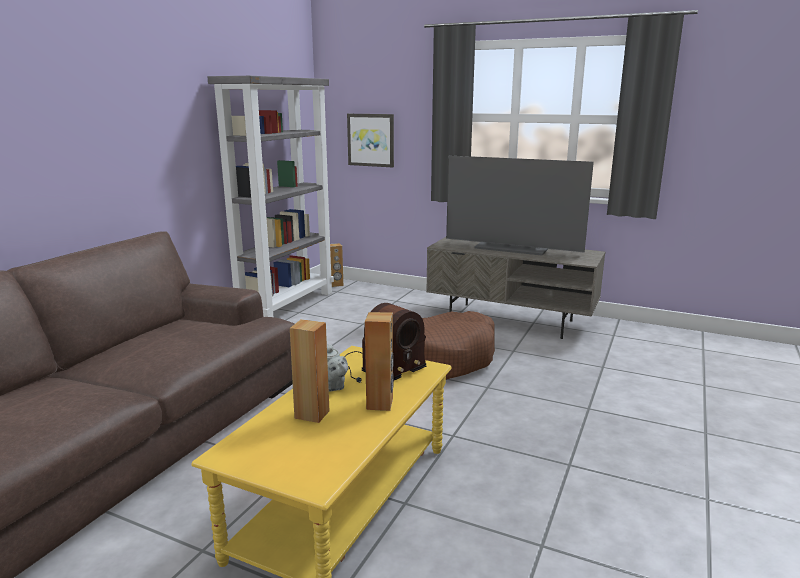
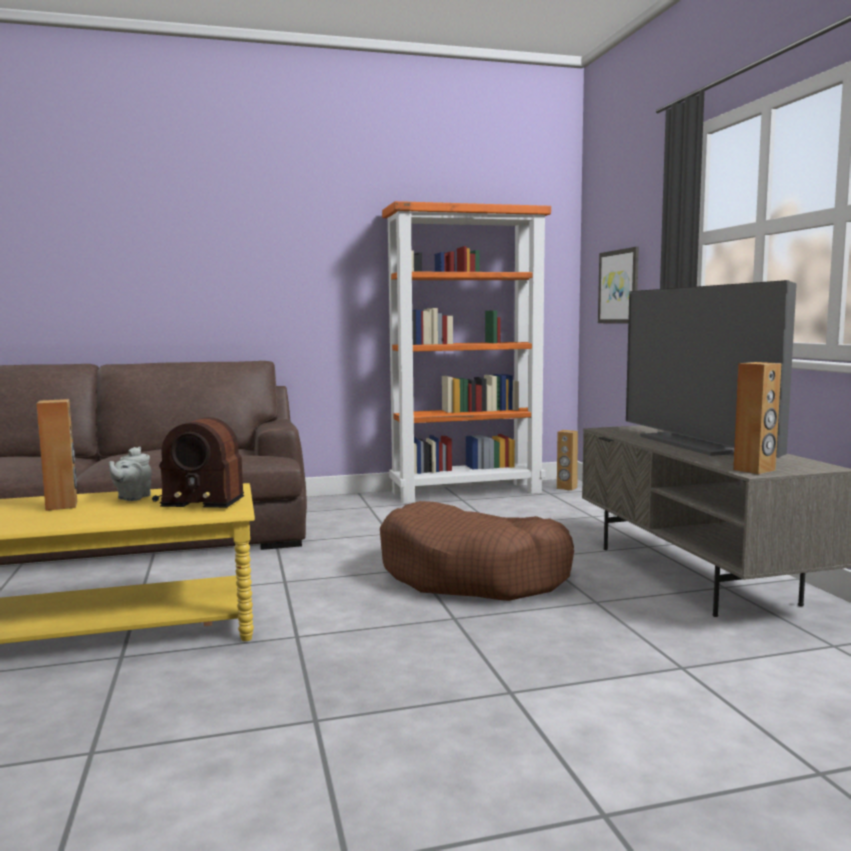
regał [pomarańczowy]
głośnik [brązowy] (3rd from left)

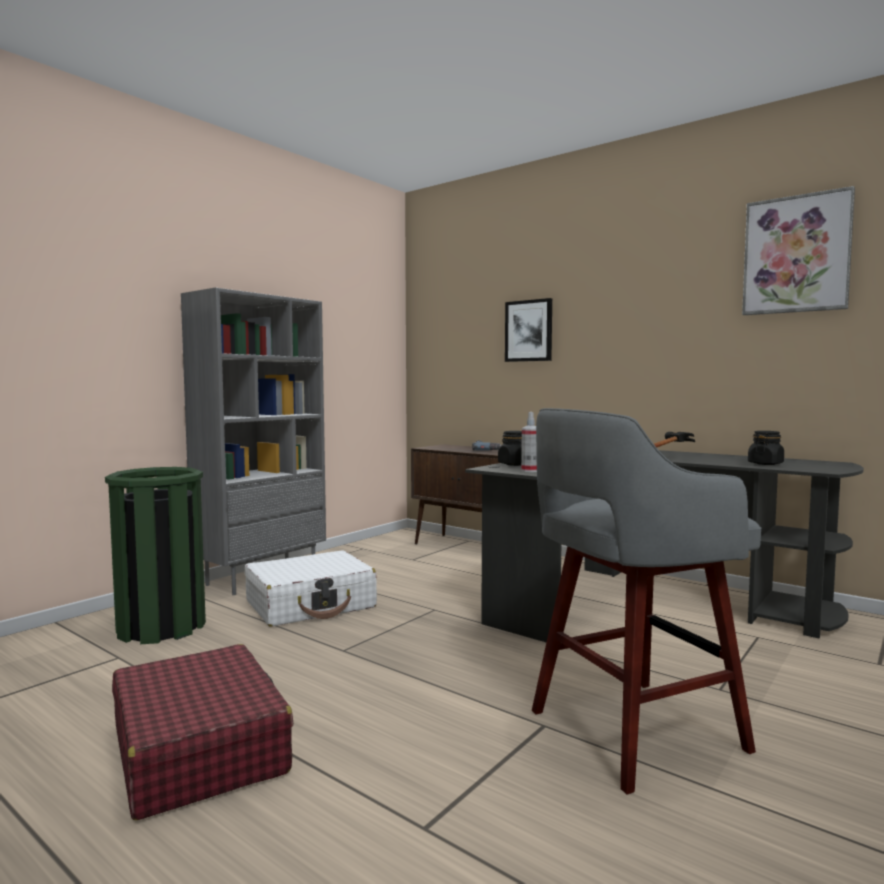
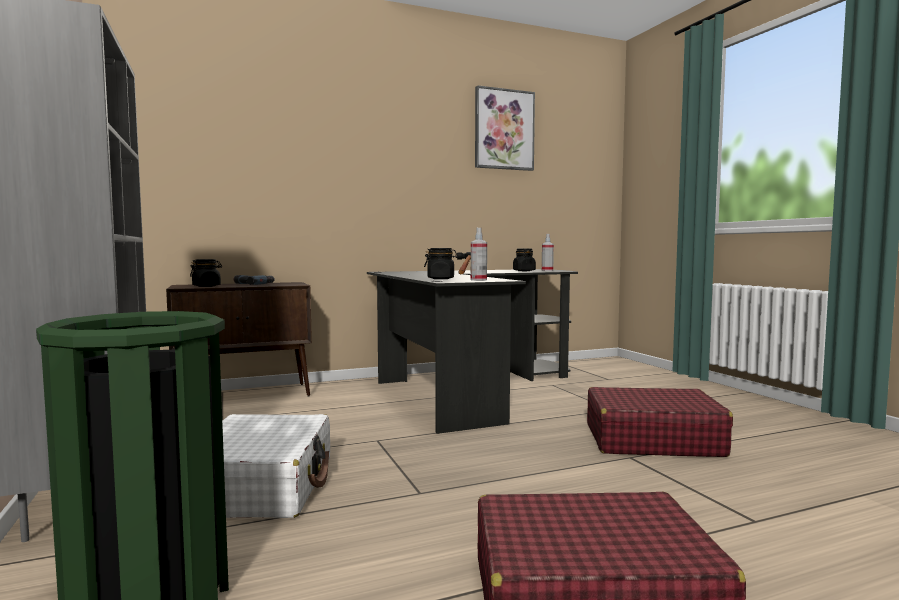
słoik [czarny] (1st from left)
spryskiwacz (2nd from left)
walizka [czerwony] (2nd from left)
obraz (1st from left in the first image)

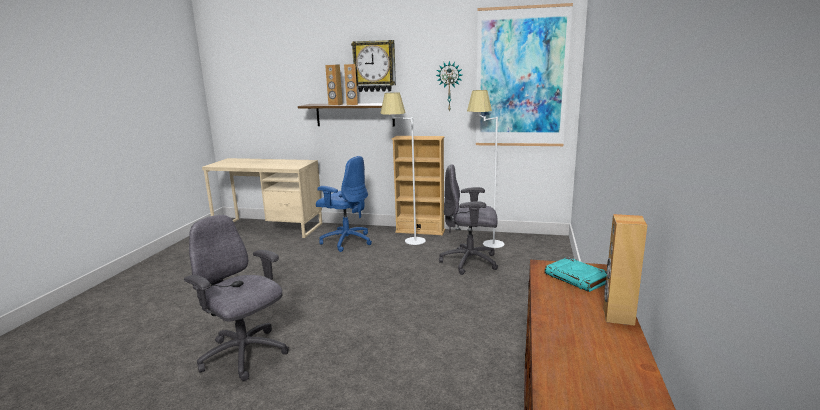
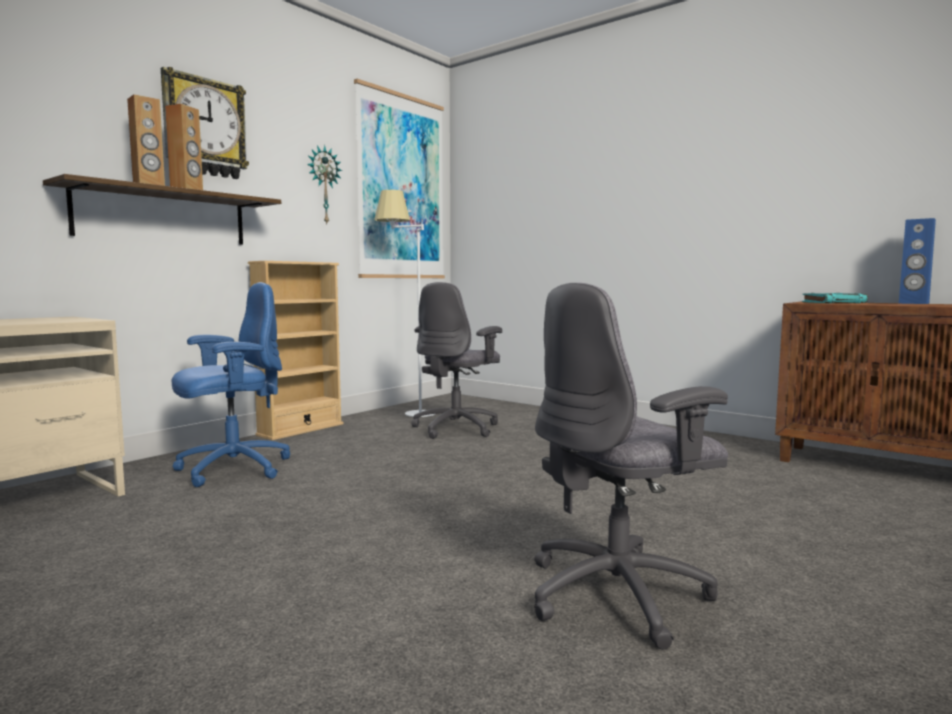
głośnik [niebieski]
lampa stojąca [biały] (1st from left in the first image)

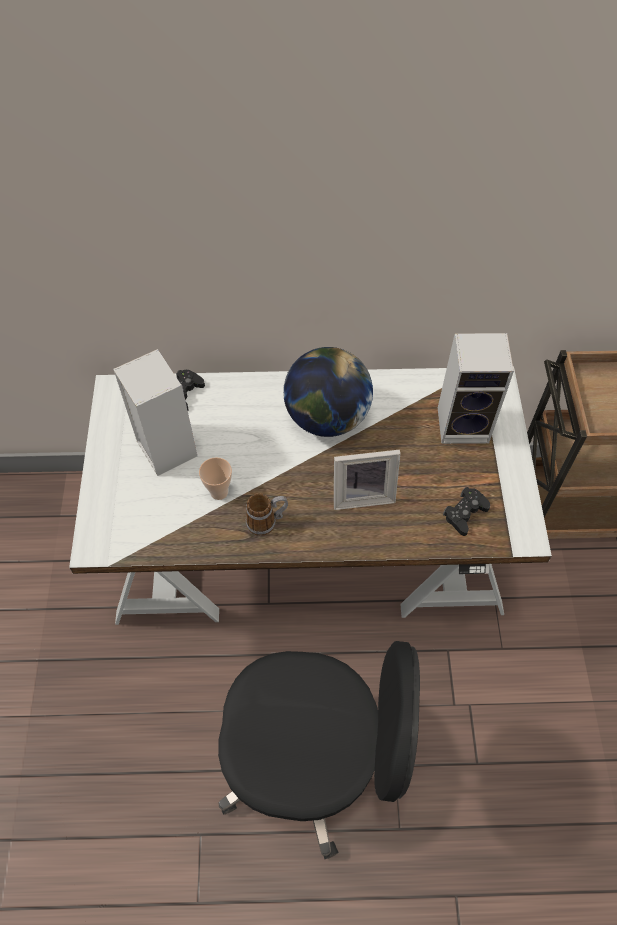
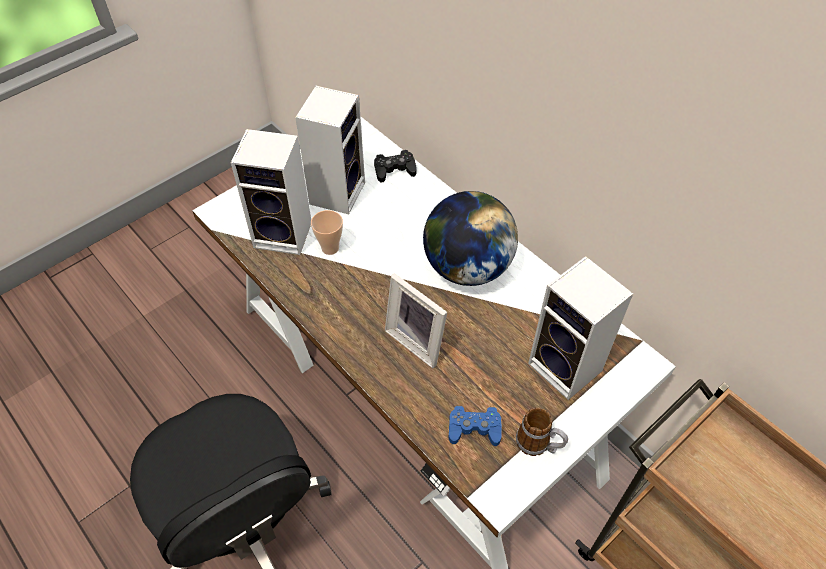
głośnik (1st from left)
pad do gier [niebieski]
kubek

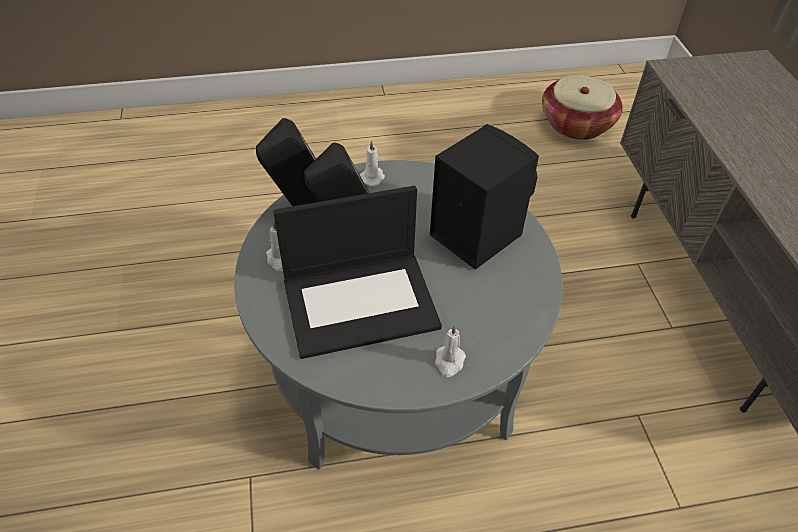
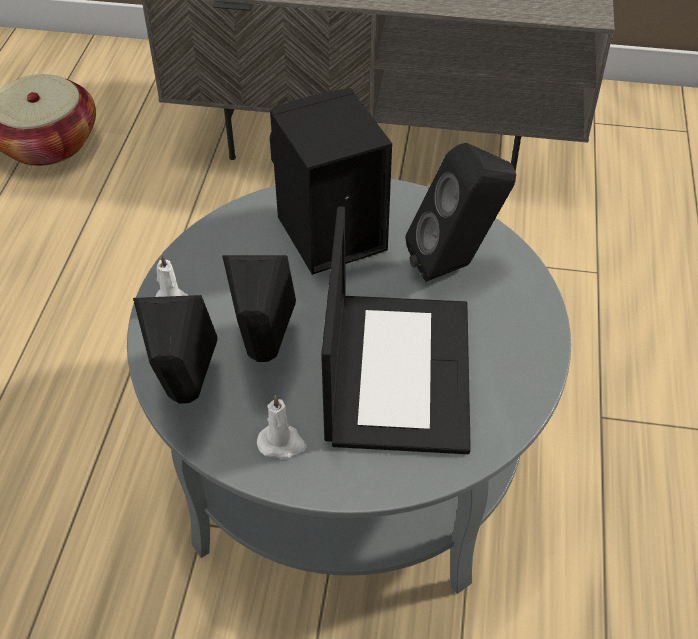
głośnik [czarny] (4th from left)
świeca [biały] (3rd from left in the first image)

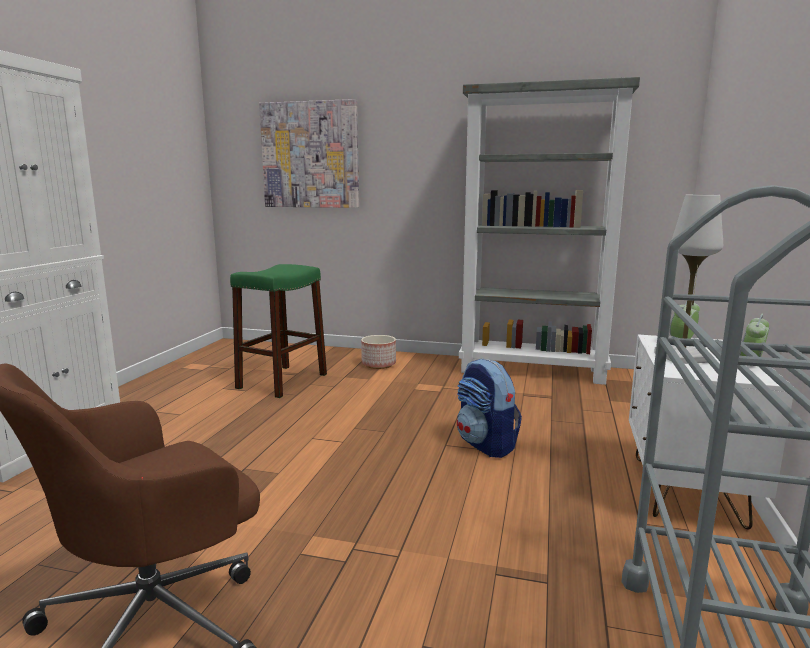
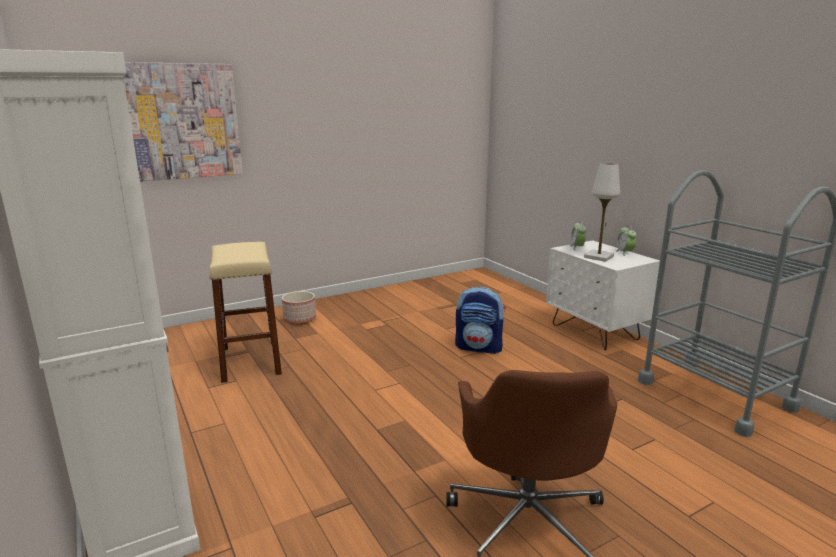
stołek [beżowy]
regał [szary]

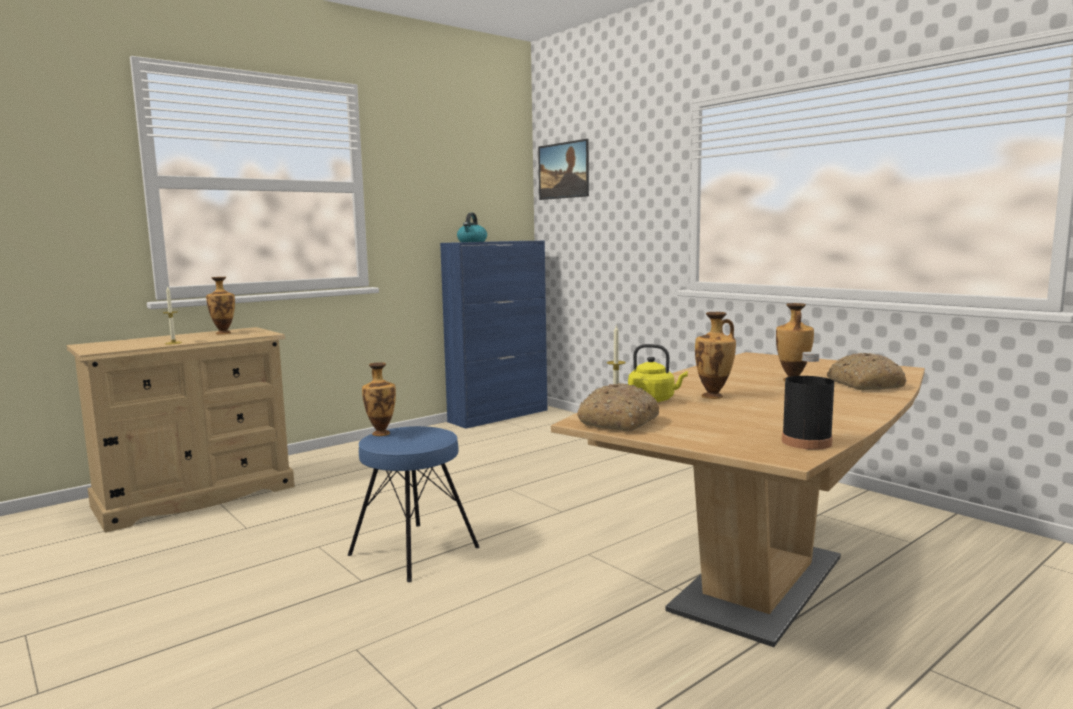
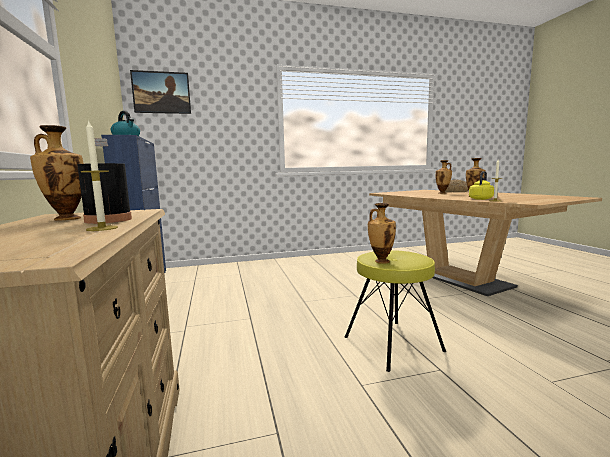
butelka [czarny]
stołek [żółty]
chleb (1st from left in the first image)

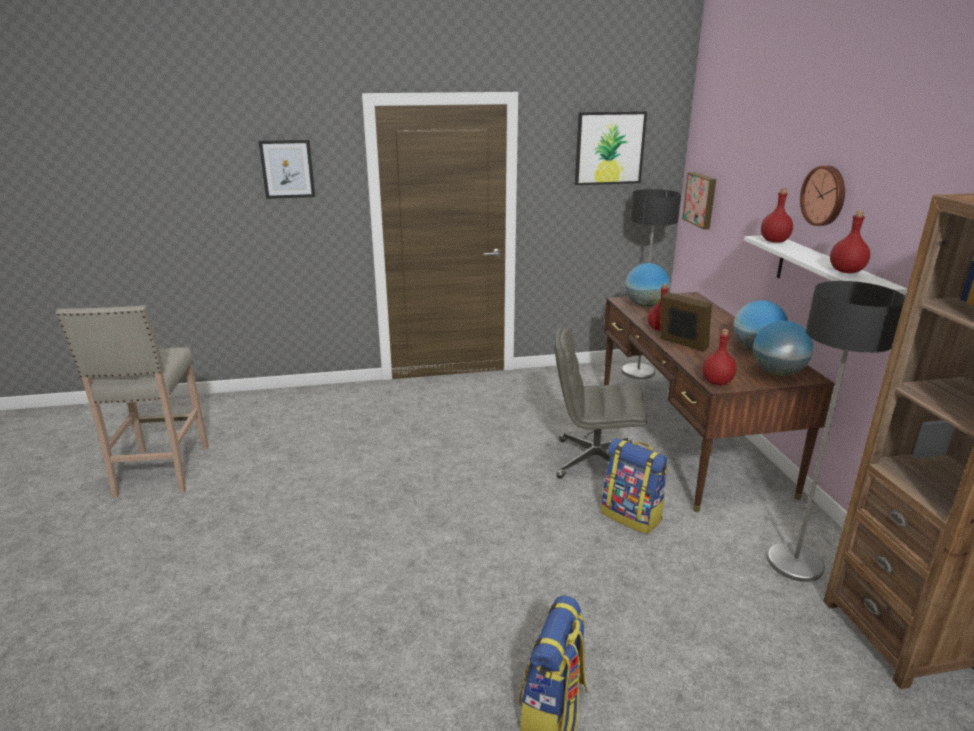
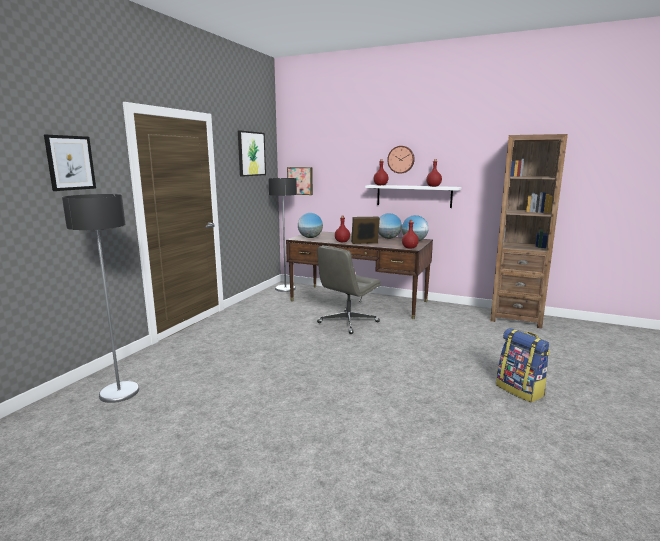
lampa stojąca (1st from left)
stołek [beżowy]
plecak (2nd from left in the first image)

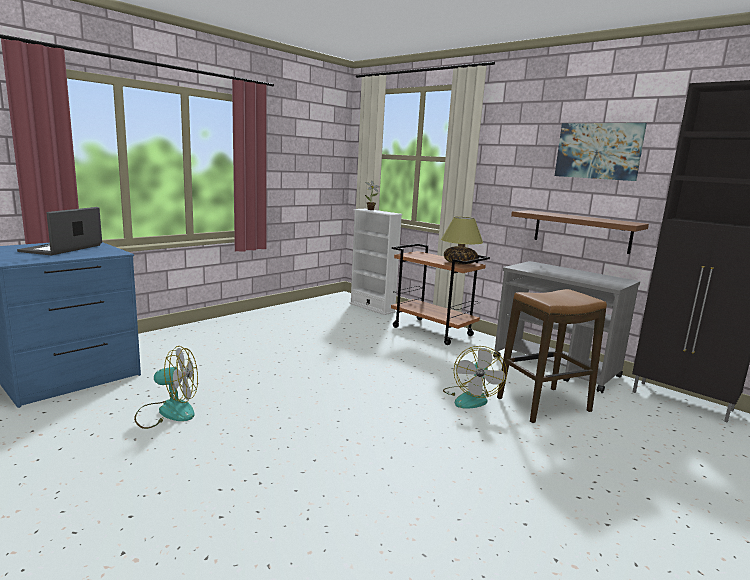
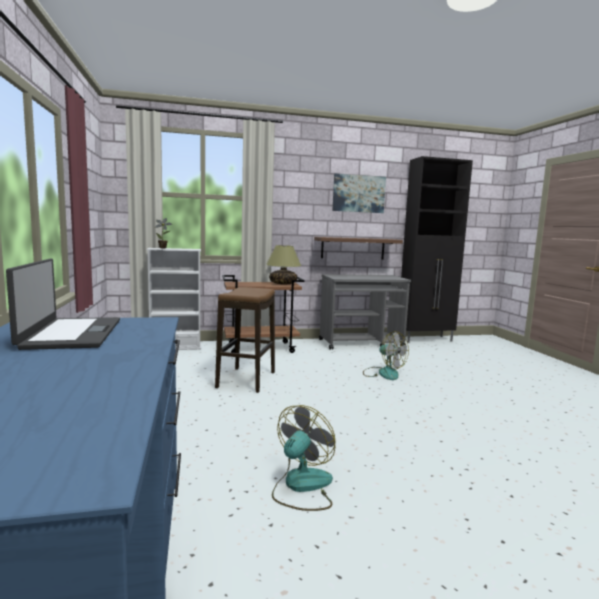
laptop
stołek

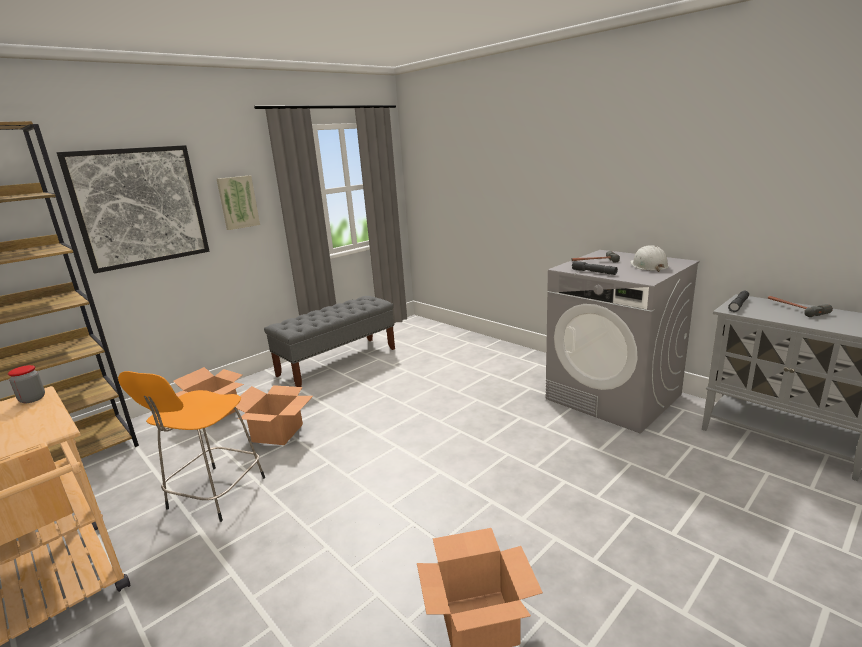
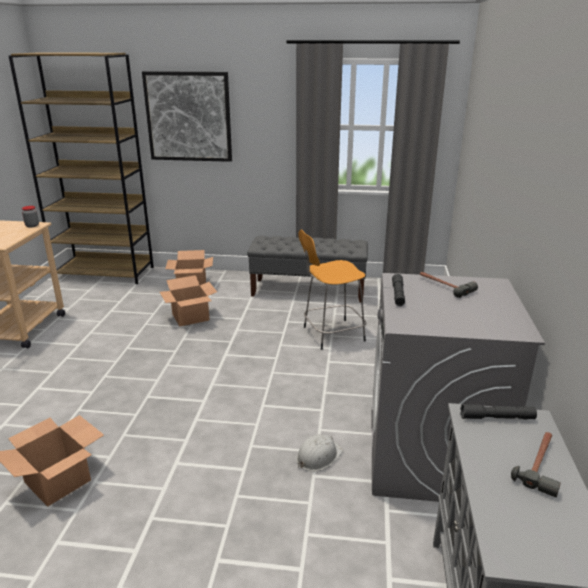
kask [biały]
stołek [pomarańczowy]
obraz (2nd from left in the first image)

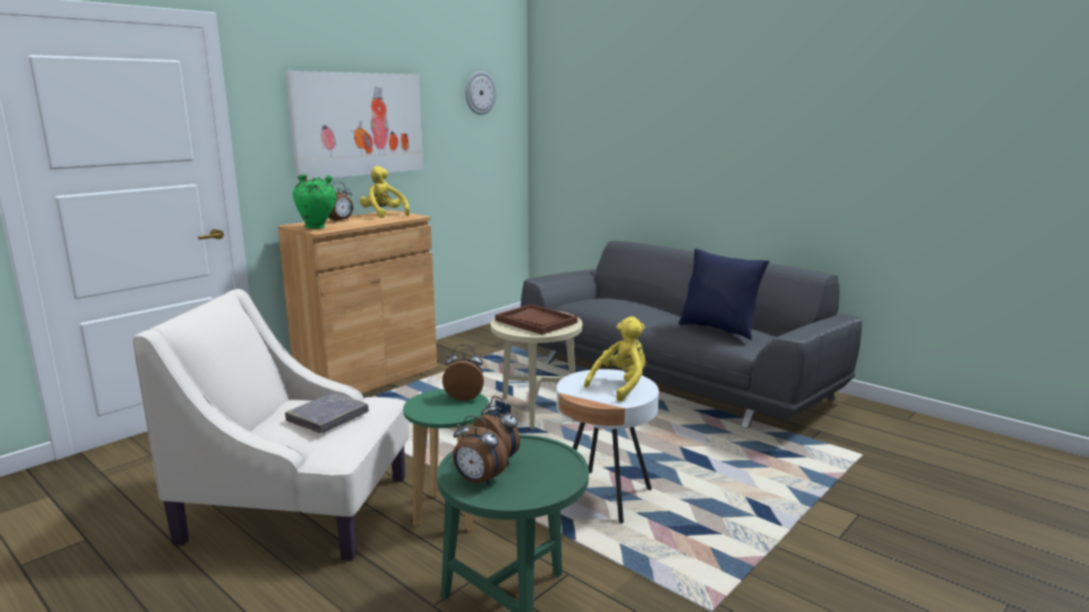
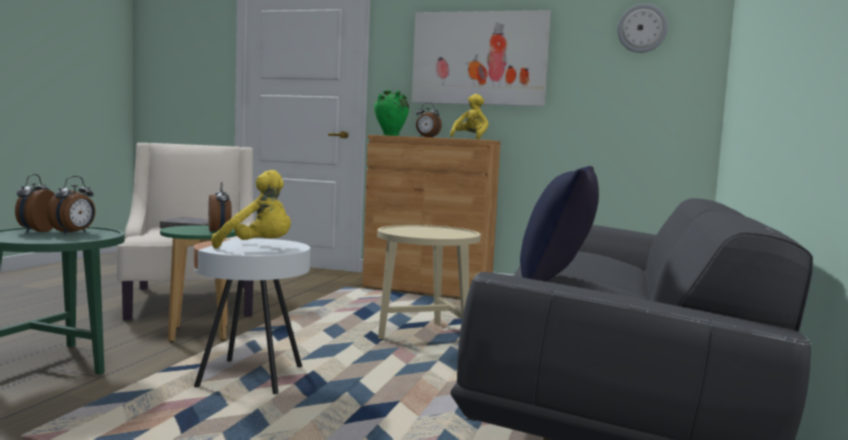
taca [brązowy]

